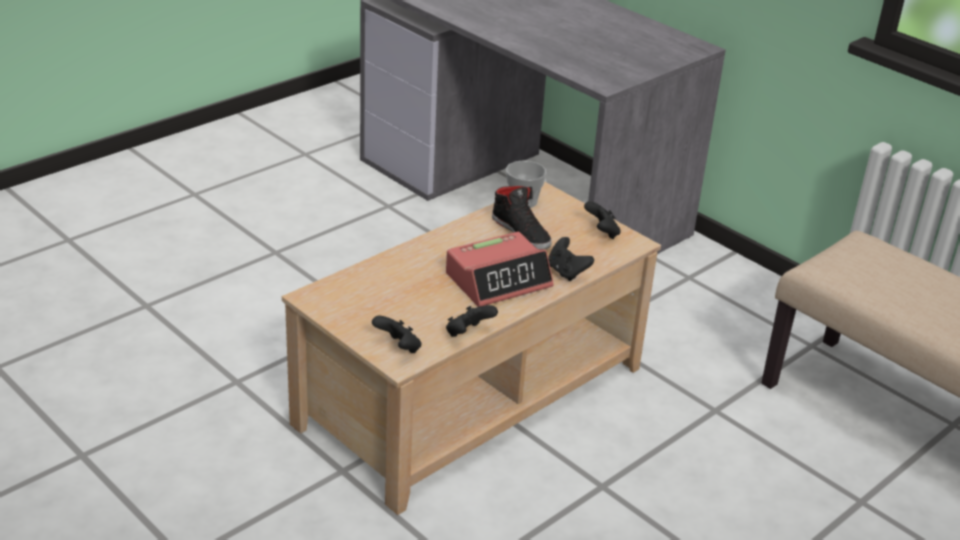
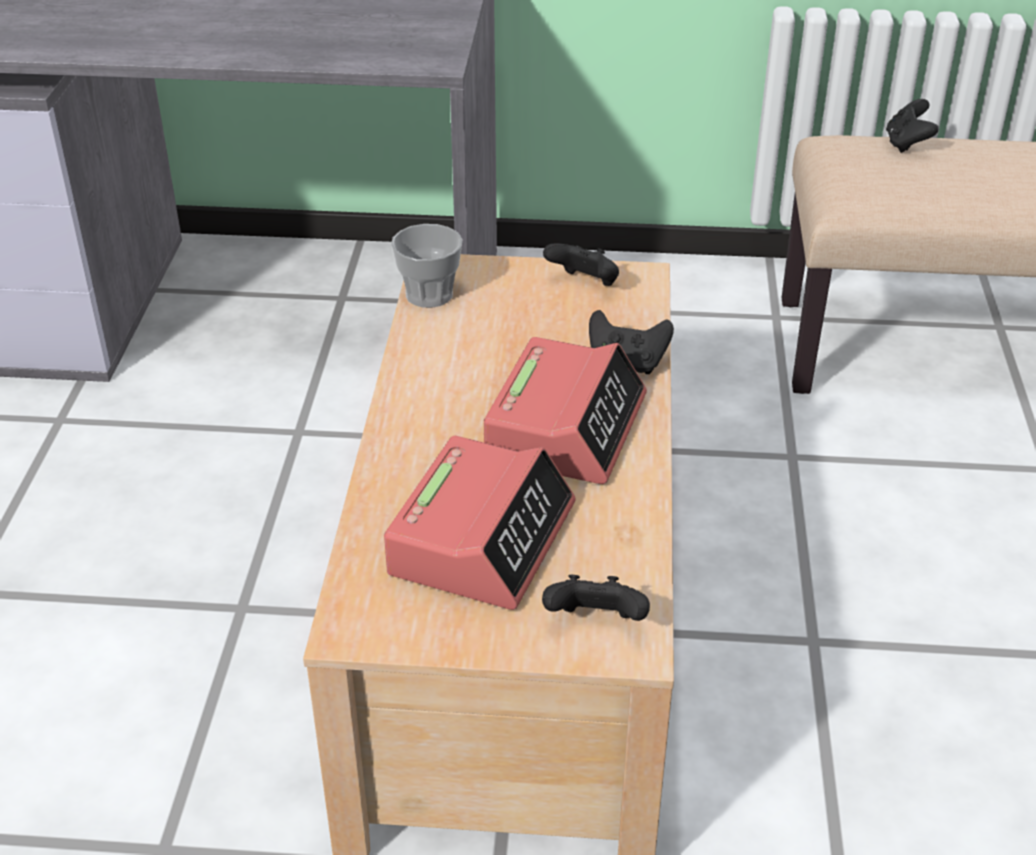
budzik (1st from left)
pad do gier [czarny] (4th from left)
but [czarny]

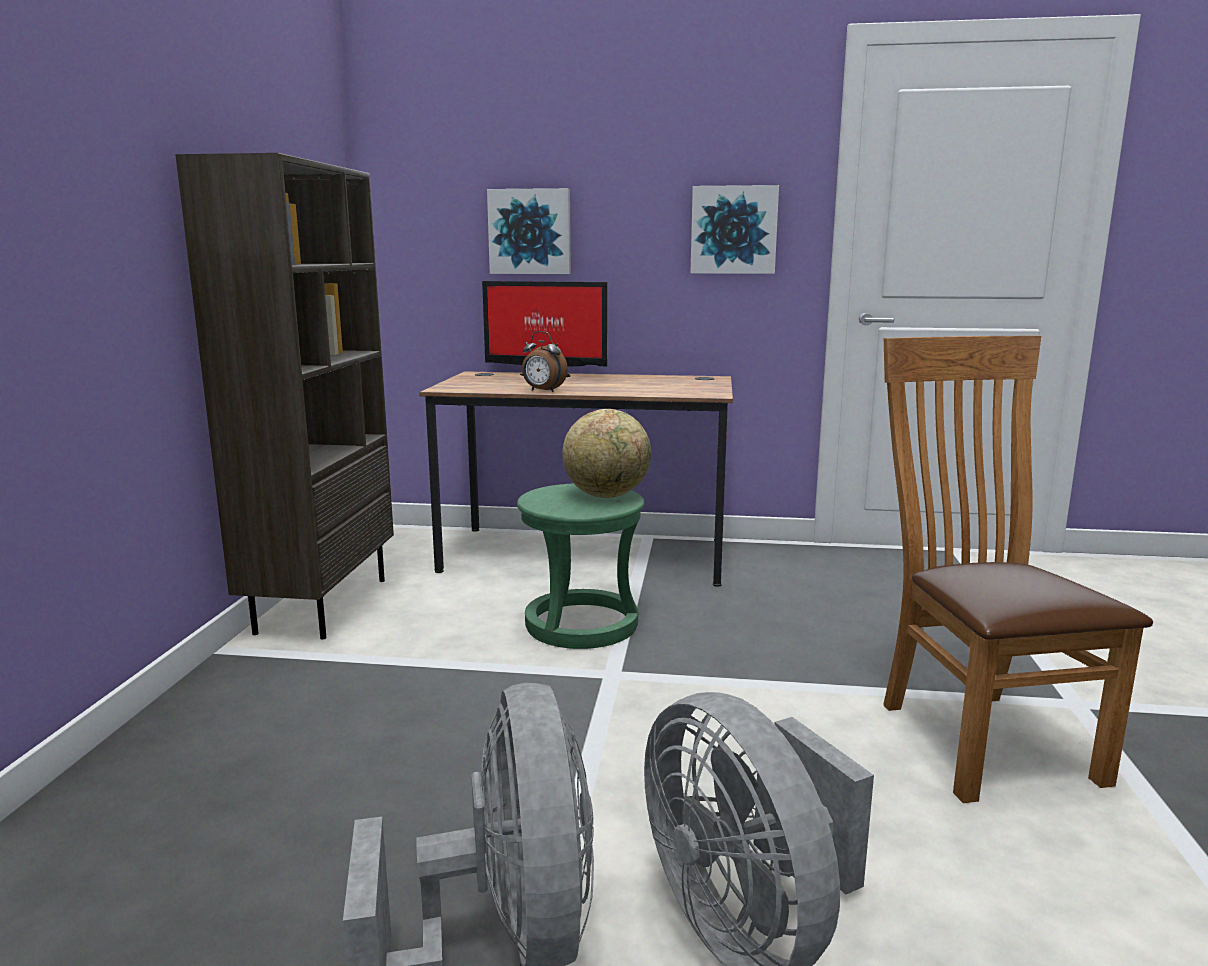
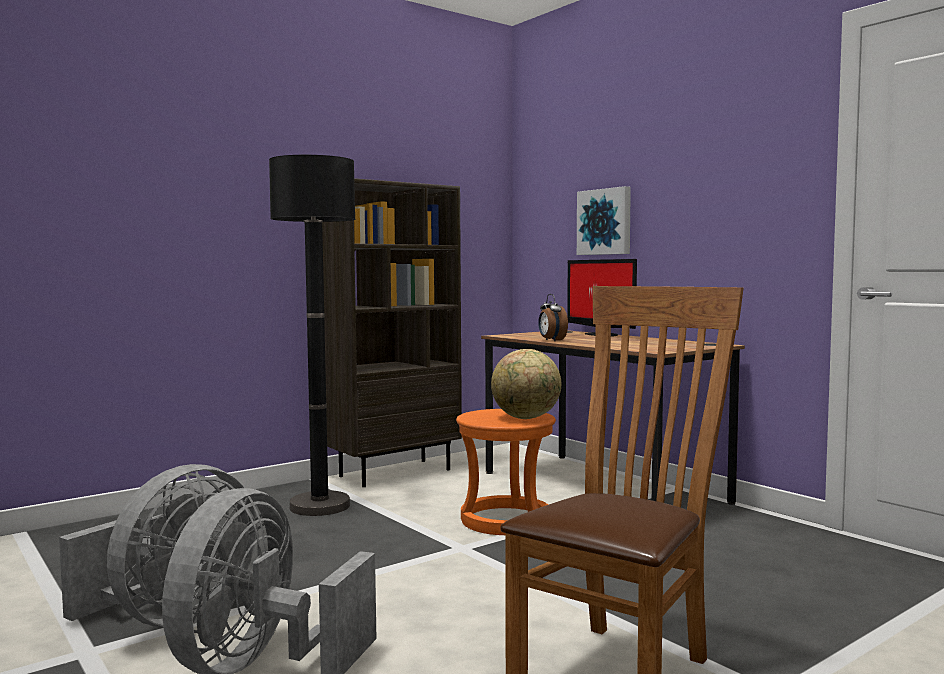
lampa stojąca [czarny]
stołek [pomarańczowy]
obraz (2nd from left in the first image)

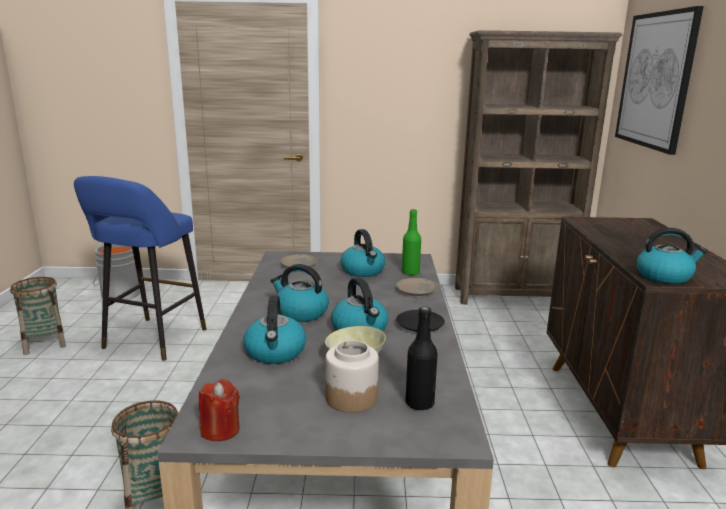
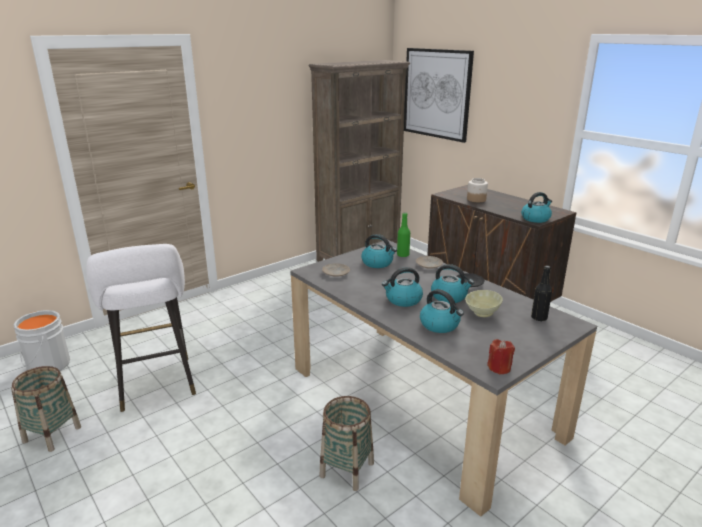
stołek [biały]
słoik

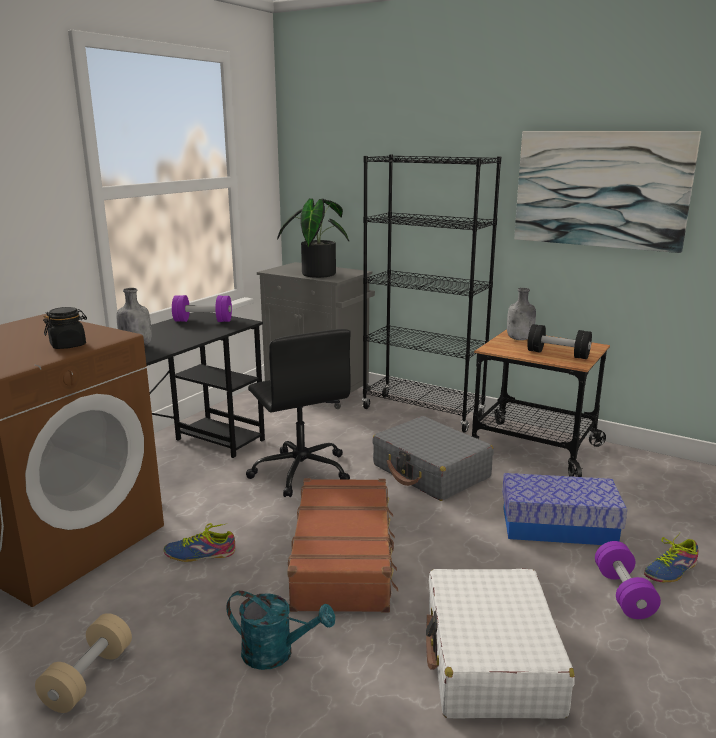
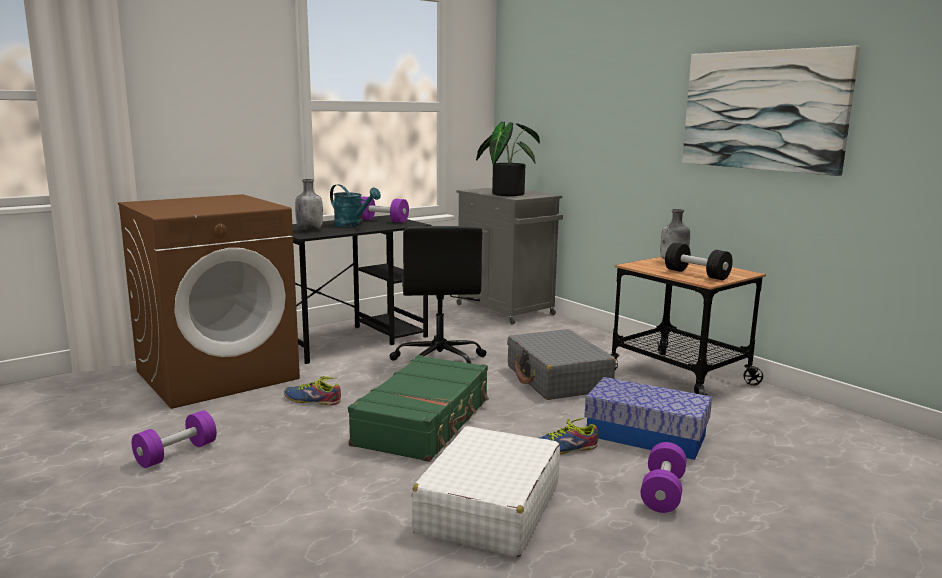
hantel [fioletowy] (1st from left)
konewka [turkusowy]
walizka [zielony]
but (2nd from left)
słoik [czarny]
regał [czarny]

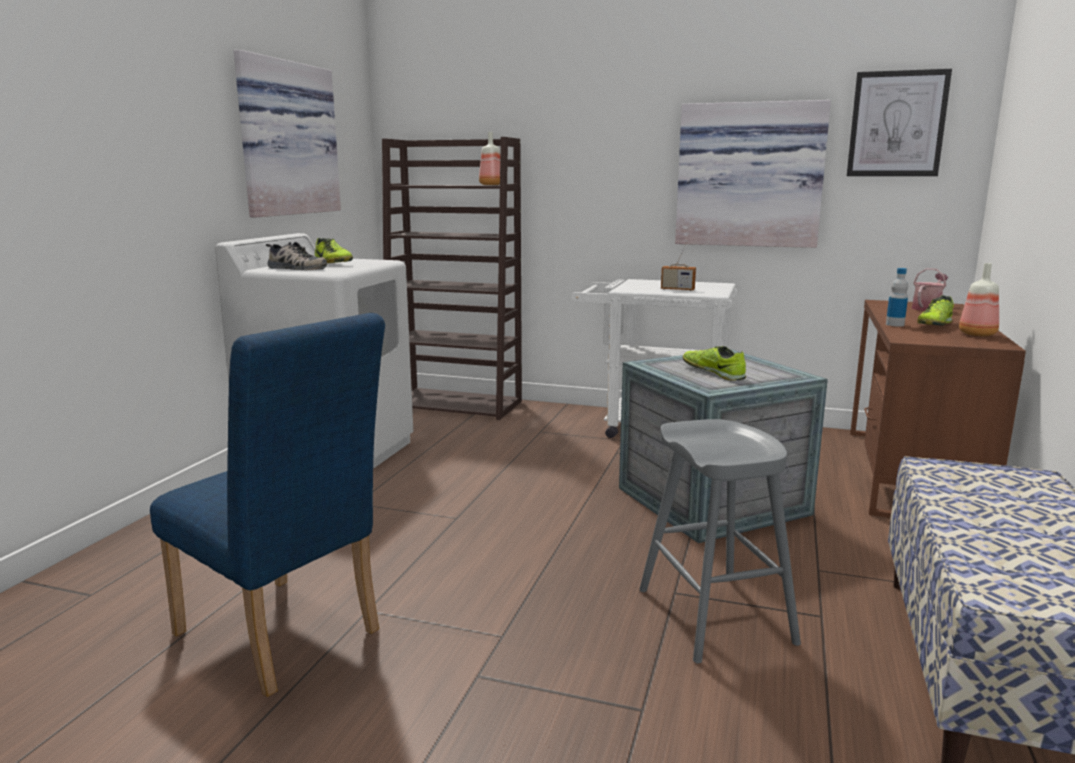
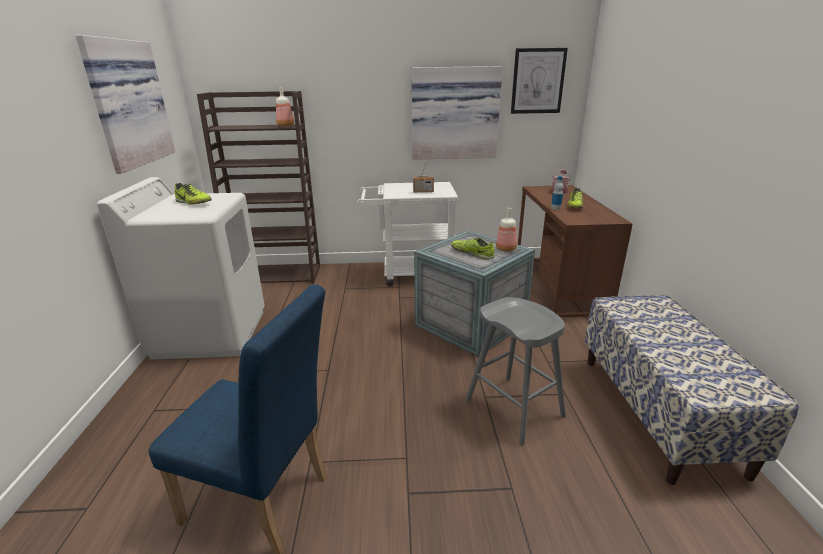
butelka (2nd from left)
but (1st from left in the first image)

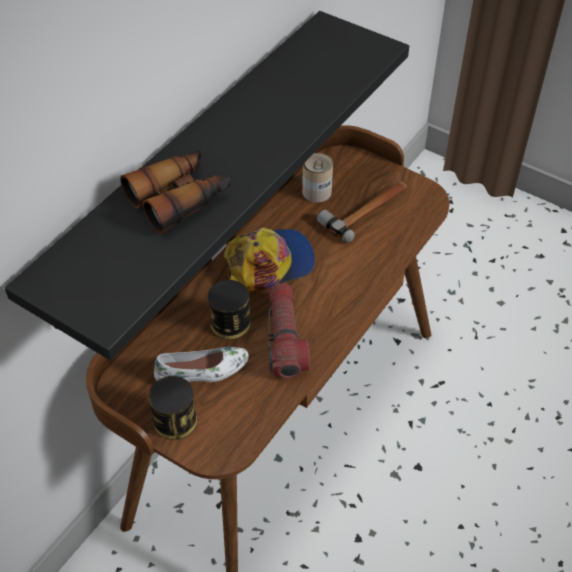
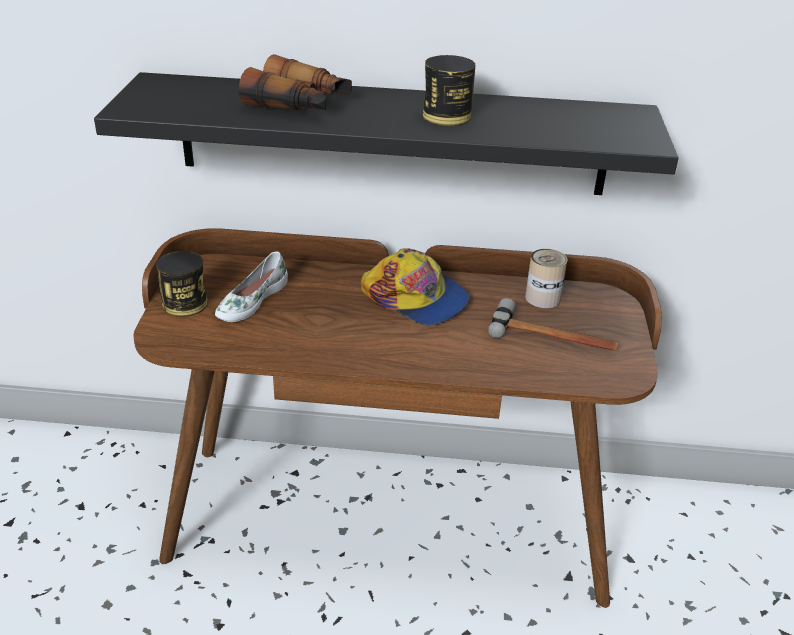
but [biały]
puszka (2nd from left)
latarka

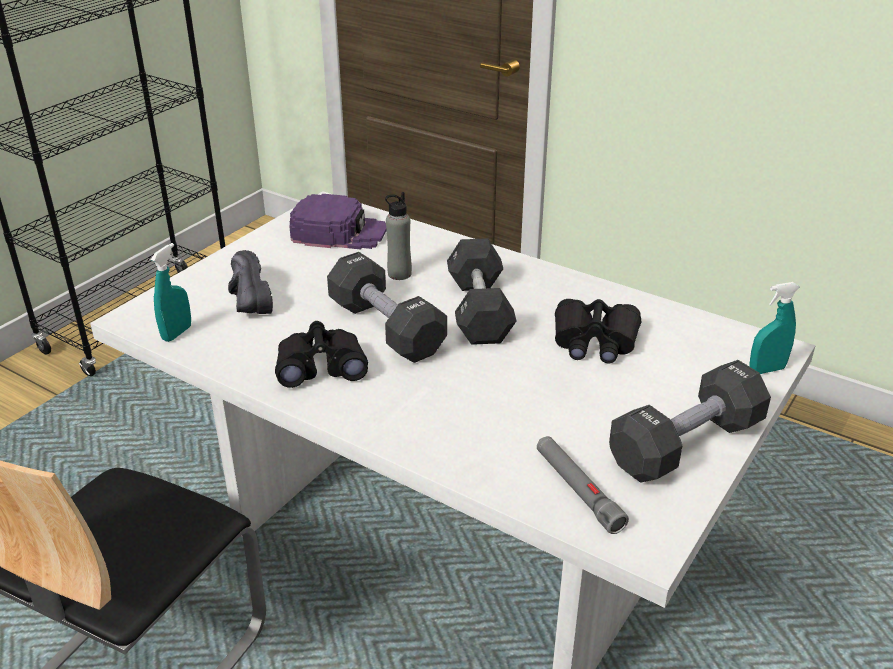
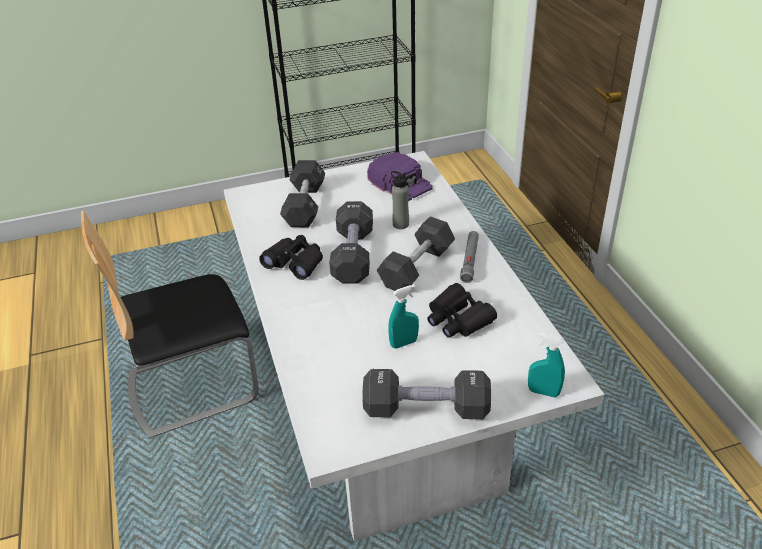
hantel [czarny] (1st from left)
spryskiwacz [turkusowy] (1st from left)
latarka [szary]

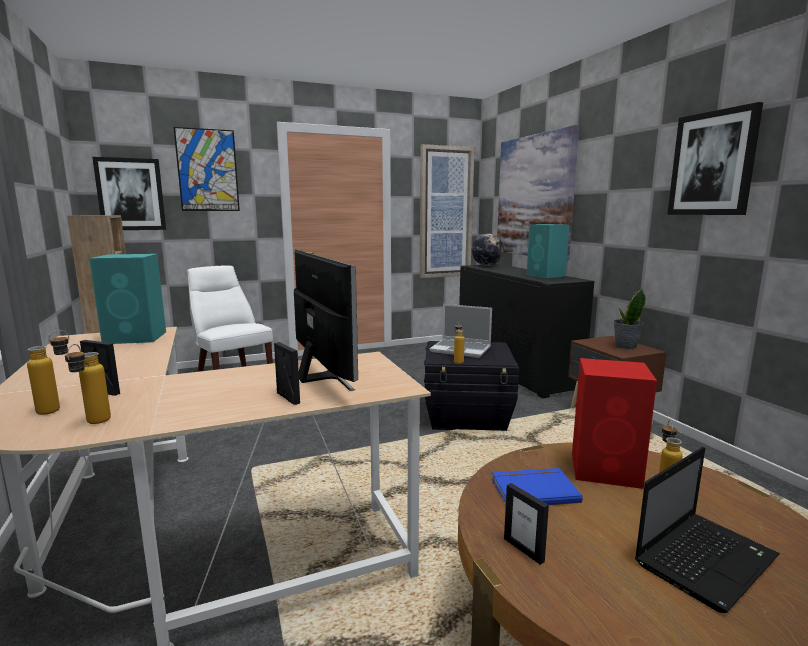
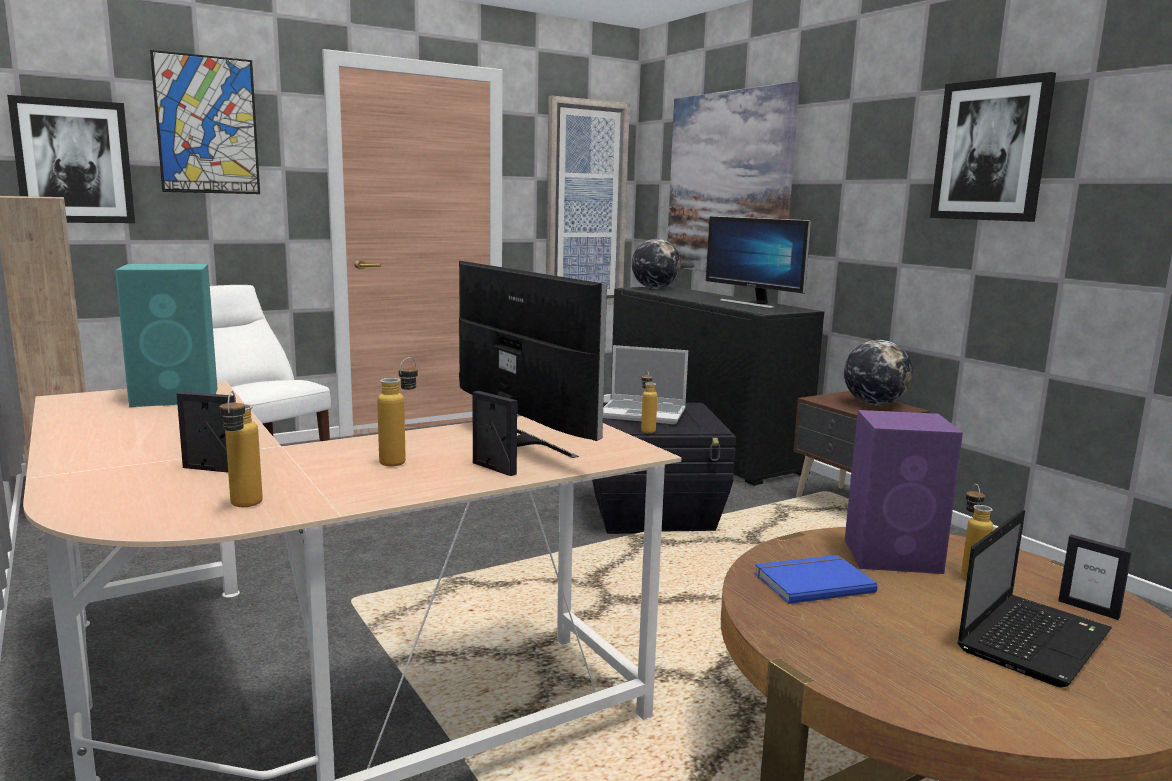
butelka (2nd from left)
monitor (2nd from left)
globus (2nd from left)
głośnik [fioletowy]
ramka na zdjęcie (3rd from left)

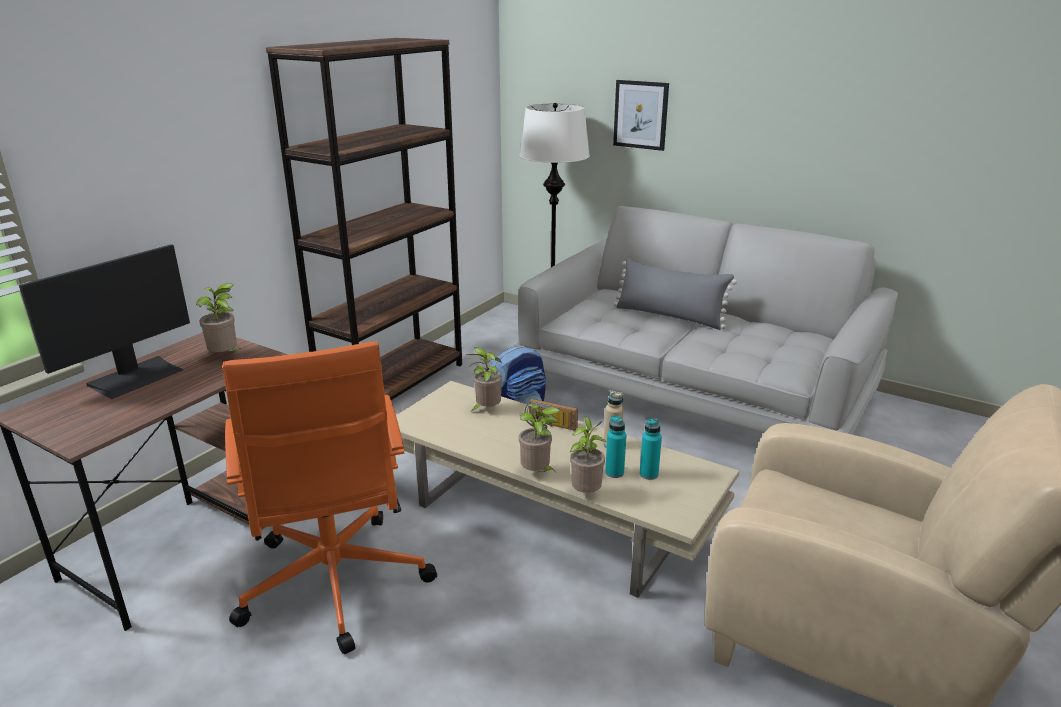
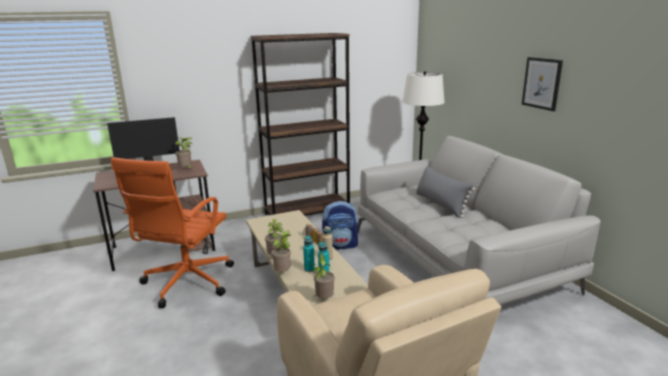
roślina doniczkowa (4th from left)
obraz

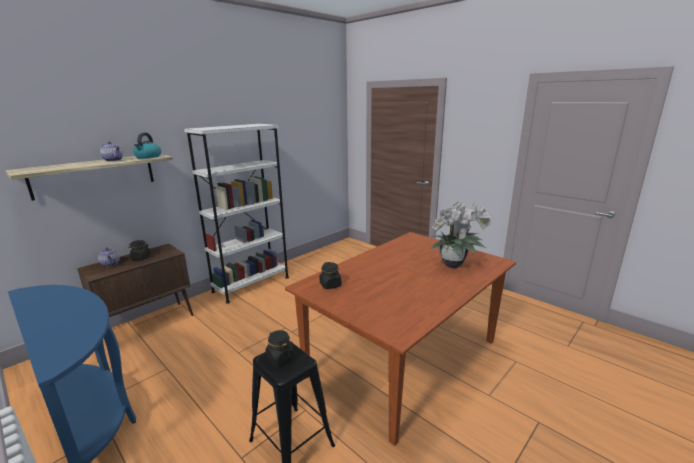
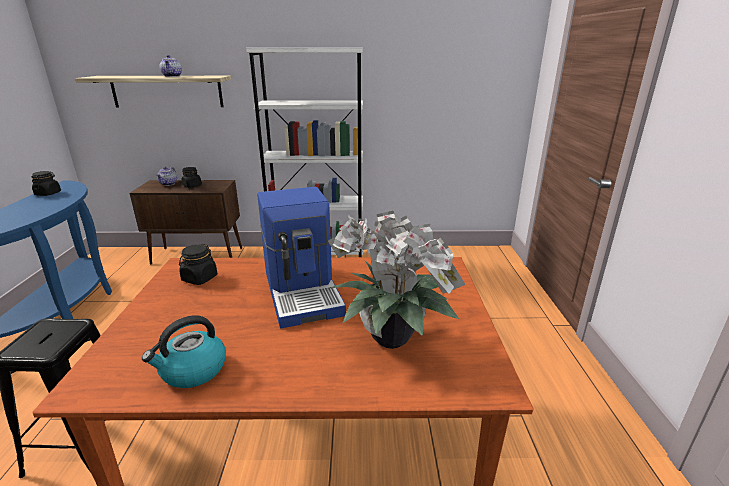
słoik [czarny] (1st from left)
czajnik
ekspres do kawy

